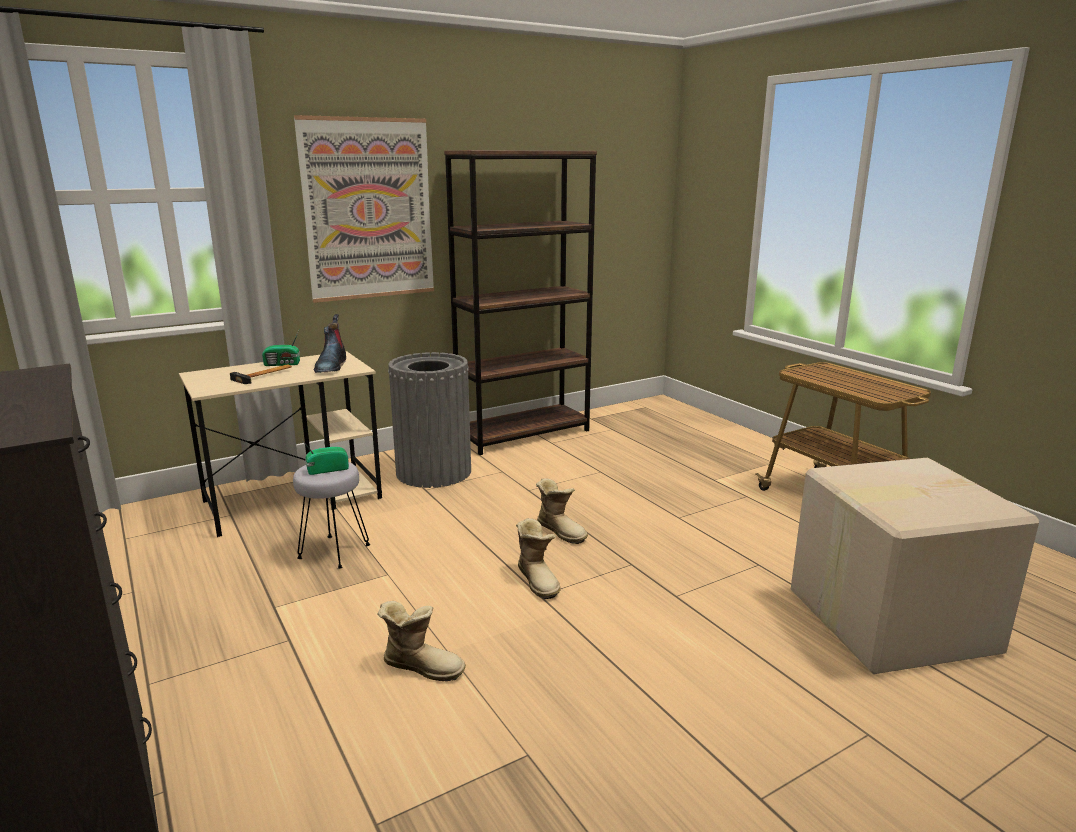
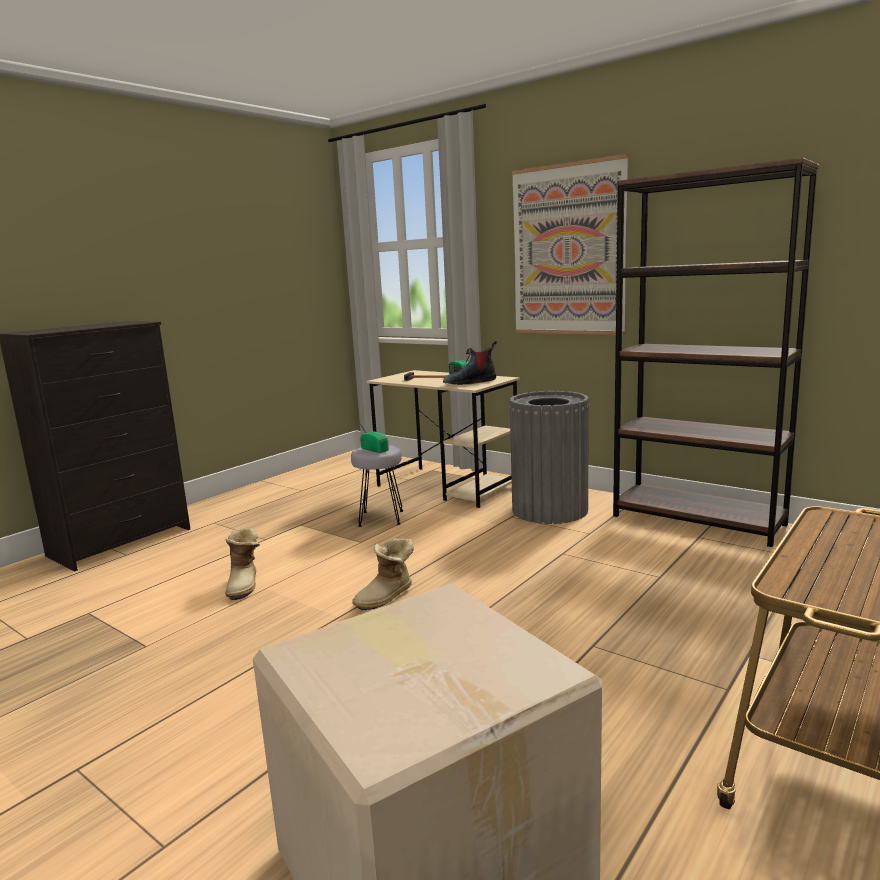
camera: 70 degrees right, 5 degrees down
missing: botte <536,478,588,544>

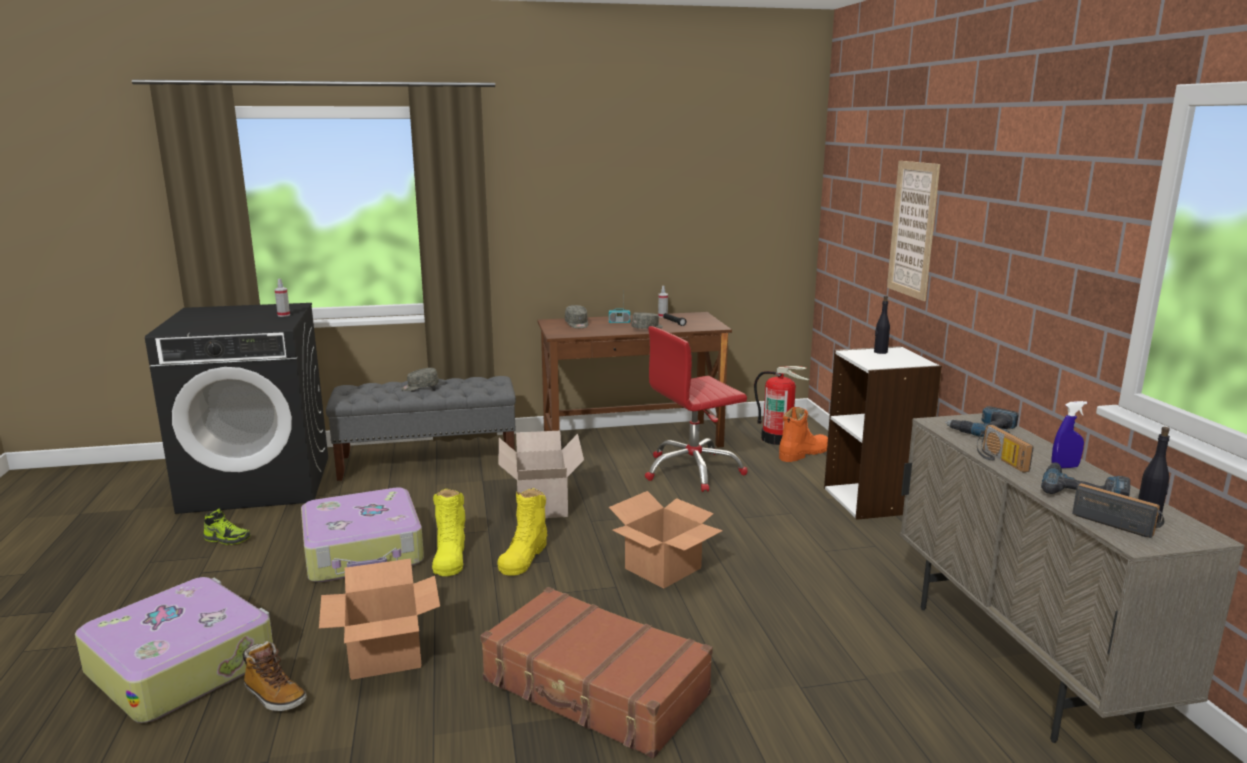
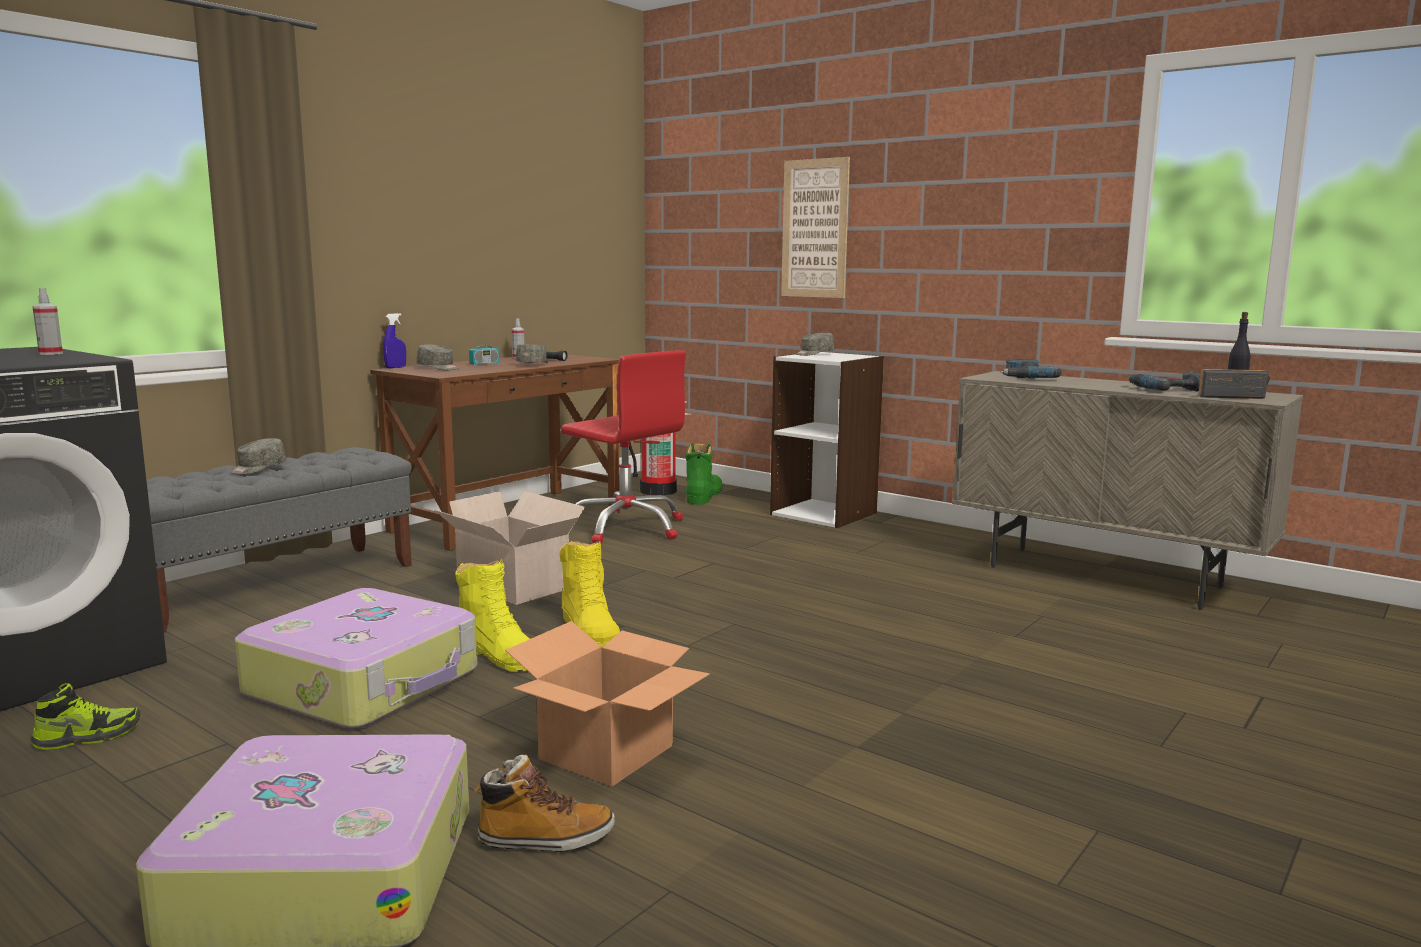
camera: 40 degrees left, 5 degrees down
missing: valise (marron) <480,587,713,758>; carton <609,491,723,588>; radio <977,425,1034,472>
relocated: vaporisateur (bleu) <1052,401,1087,468> to <383,313,406,368>
exchanged: bouteille (noir) <874,296,890,354> to casquette (gris) <795,333,834,356>
colour: botte (orange) <779,407,828,462> to botte (vert) <686,443,723,505>
spun: chaise de bureau (rouge) <645,326,748,492> = <561,350,686,544> 75 degrees counterclockwise

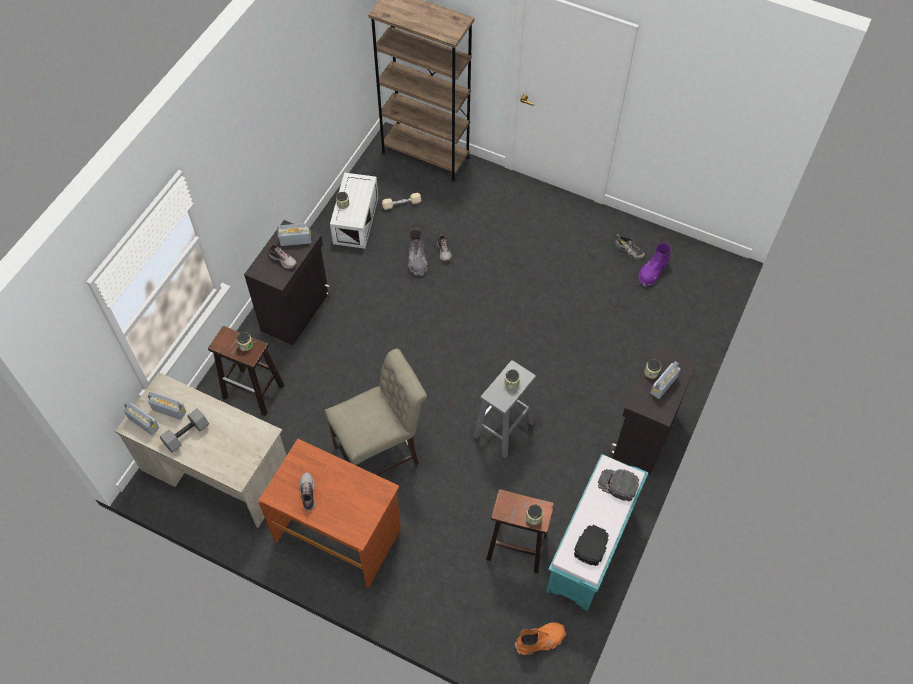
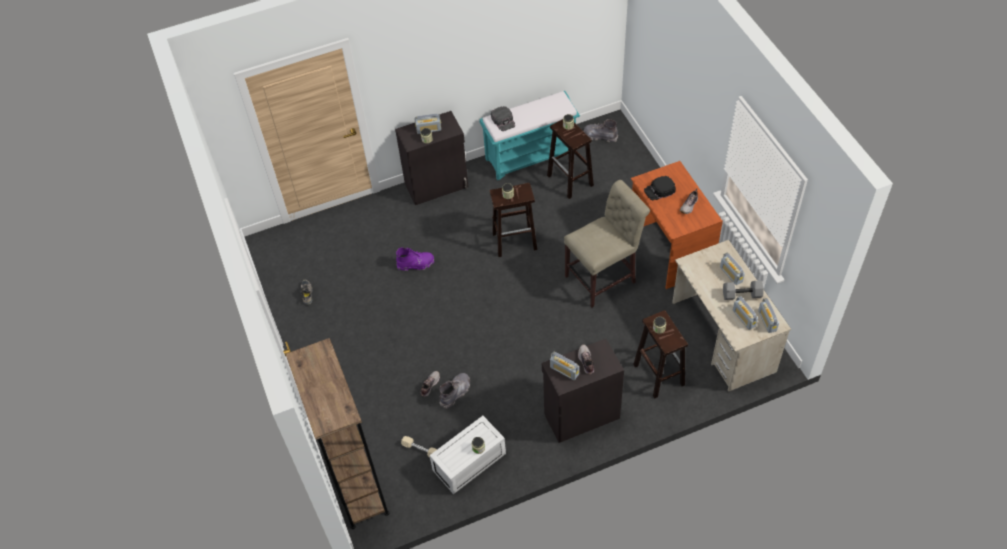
camera: 135 degrees left, 5 degrees down
appeared: radio <720,253,745,285>
relocated: botte (violet) <638,243,672,287> to <396,248,434,271>; casquette (noir) <574,525,609,566> to <644,176,676,201>
colour: tabouret (gris) <473,360,536,459> to tabouret (marron) <489,183,537,257>; botte (orange) <515,622,566,655> to botte (gris) <583,119,618,142>
spun: chaise (beige) <325,349,427,475> = <564,180,650,307> 135 degrees clockwise

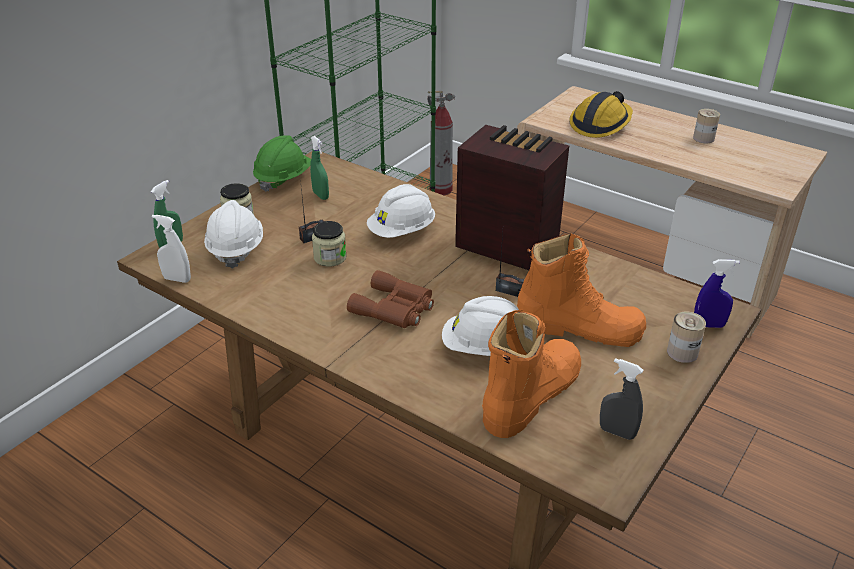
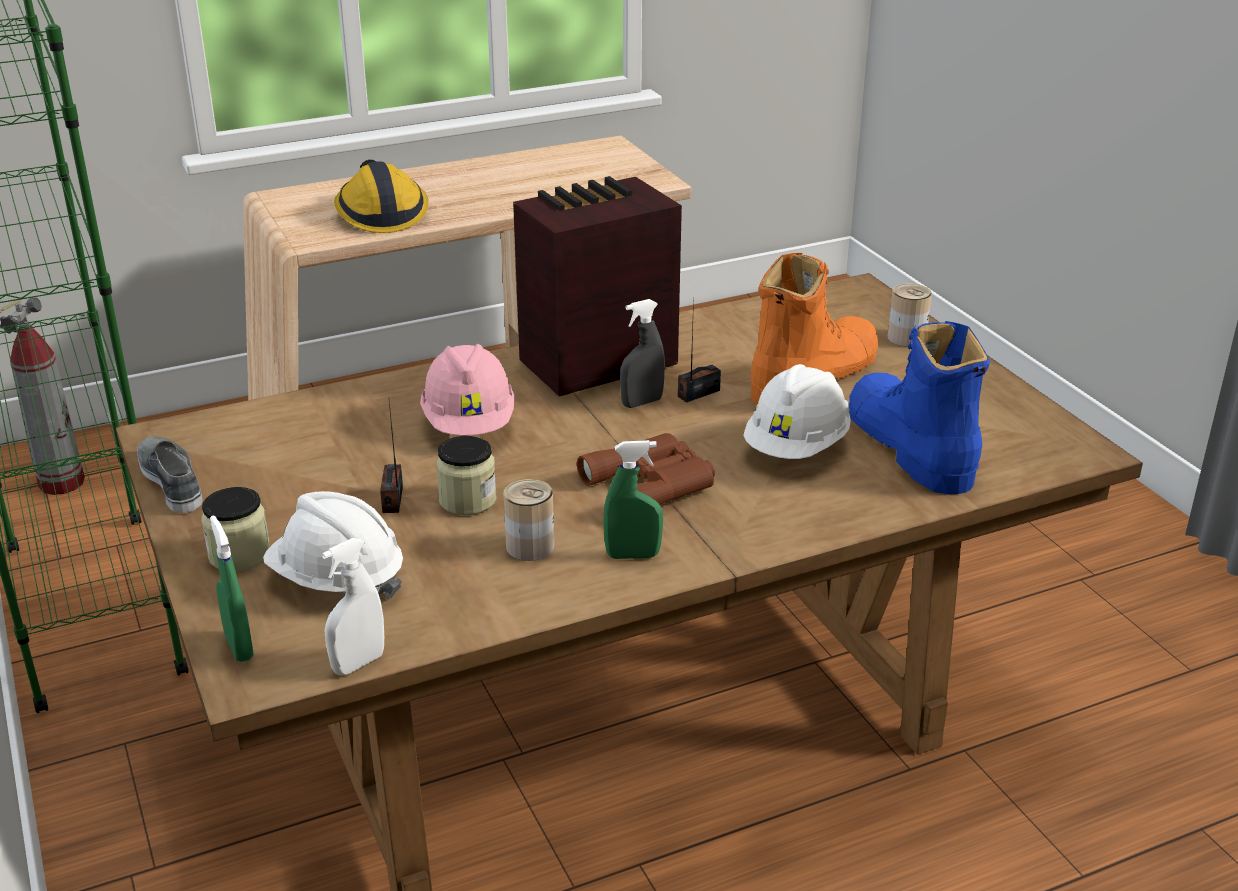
camera: 60 degrees left, 5 degrees down
missing: vaporisateur (bleu) <694,259,740,328>
relocated: boîte métallique <693,109,720,143> to <504,479,554,561>; vaporisateur (vert) <310,136,329,200> to <603,440,663,559>; vaporisateur (gris) <600,358,643,440> to <620,299,665,408>
exchanged: casque de chantier (vert) <253,135,311,192> to chaussure (gris) <137,436,202,513>
colour: casque de chantier (blanc) <367,184,435,238> to casque de chantier (rose) <420,344,515,436>; botte (orange) <482,310,581,438> to botte (bleu) <849,321,990,494>

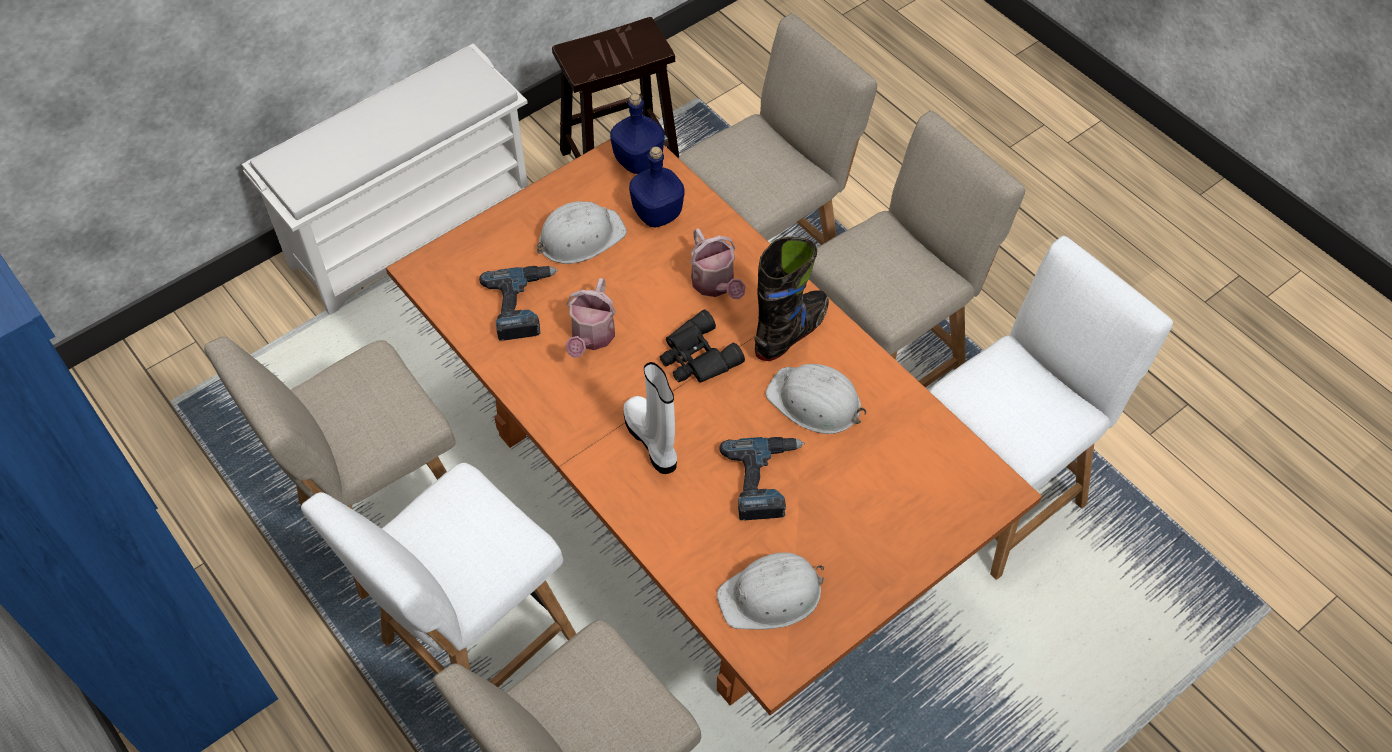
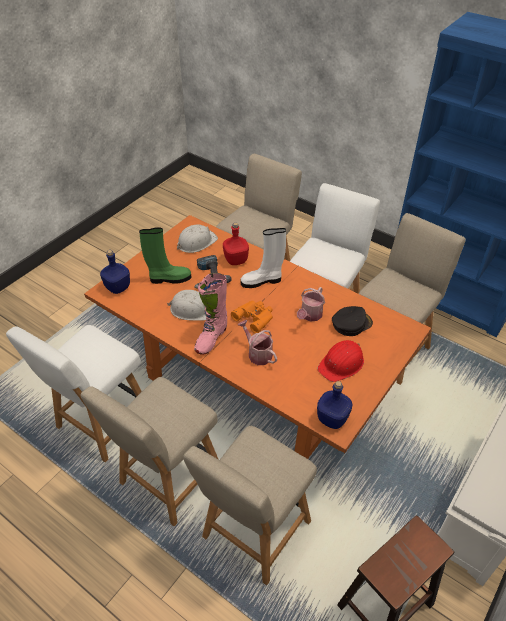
camera: 165 degrees right, 10 degrees down
appeared: botte (vert) <139,227,191,284>; bouteille (rouge) <223,223,249,265>
relocated: bouteille (bleu) <629,147,684,228> to <100,250,130,294>
exchanged: perceuse <479,266,558,341> to casquette (noir) <332,306,373,336>
colour: botte (noir) <755,237,829,361> to botte (rose) <194,273,227,355>; jumelles (noir) <660,310,745,383> to jumelles (orange) <231,301,273,333>; casque de chantier (blanc) <536,201,627,264> to casque de chantier (rouge) <317,340,364,382>
spun: botte (blanc) <623,362,677,474> = <241,228,286,288> 120 degrees clockwise; arrosoir <565,278,616,358> = <297,287,325,322> 150 degrees counterclockwise

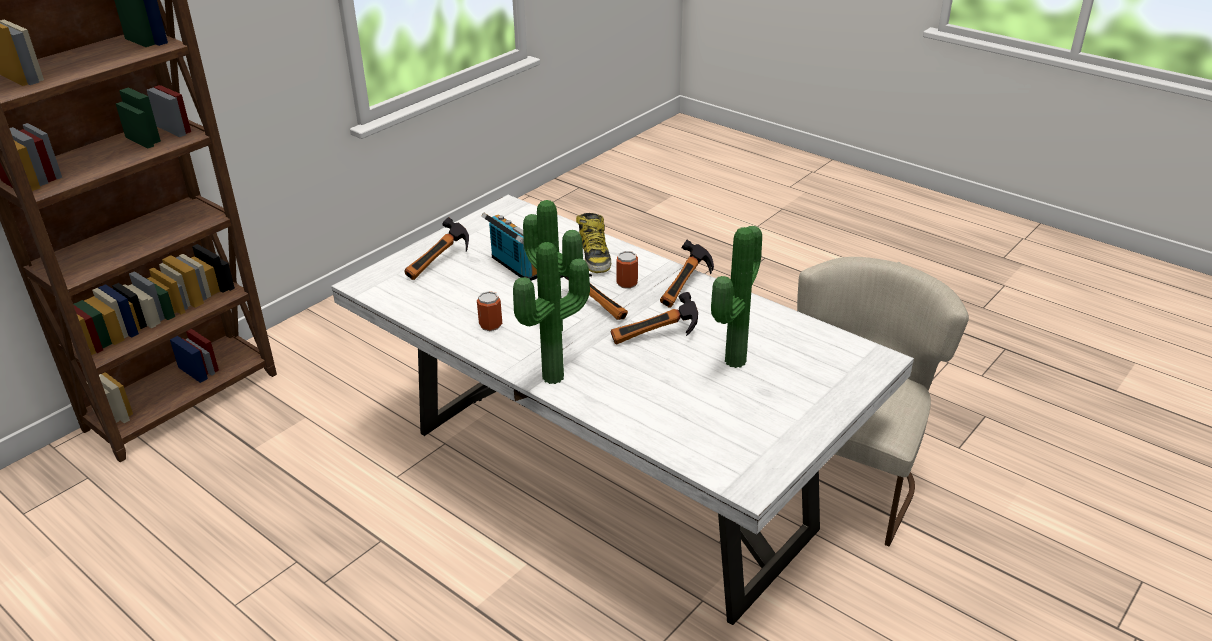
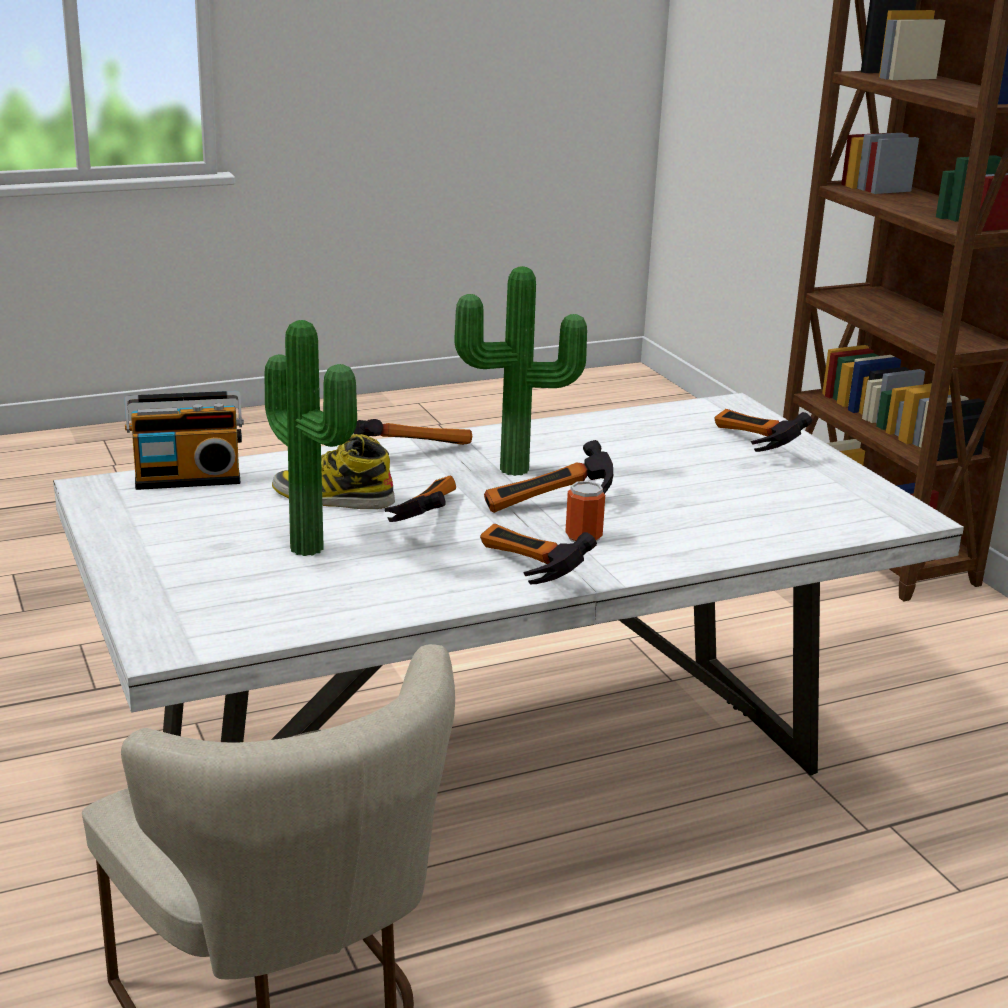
camera: 115 degrees right, 10 degrees down
missing: boîte métallique <477,291,502,331>
relocated: radio <481,212,537,281> to <124,391,244,490>; botte <576,213,611,273> to <272,434,395,509>
exchanged: plante en pot <513,242,590,384> to marteau <354,419,472,445>

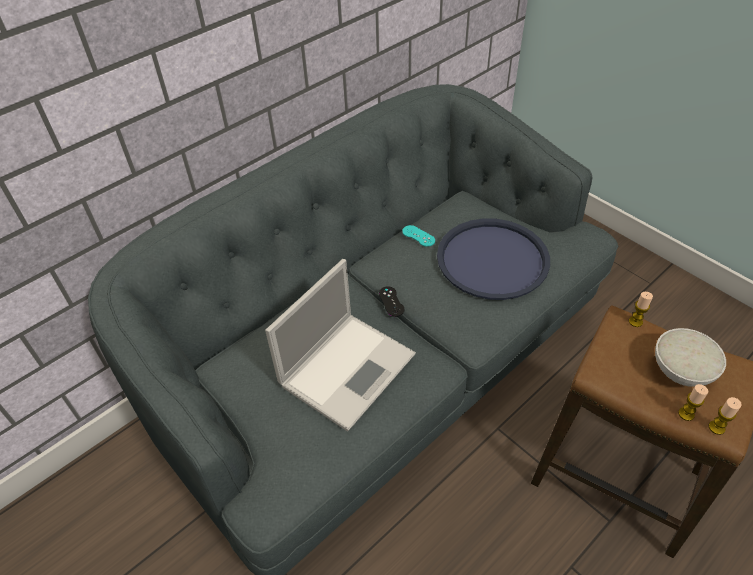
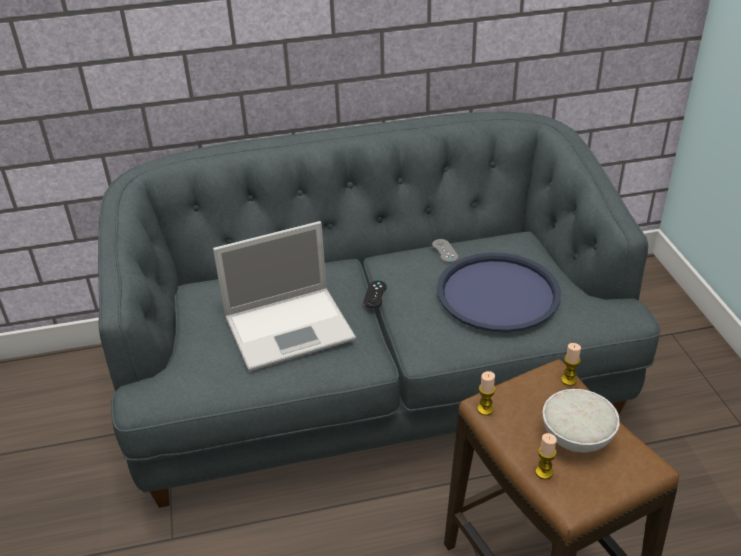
camera: 30 degrees right, 10 degrees down
relocated: bougie <709,397,742,435> to <477,371,496,416>
colour: manette (turquoise) <402,225,435,247> to manette (gris) <432,239,458,263>

